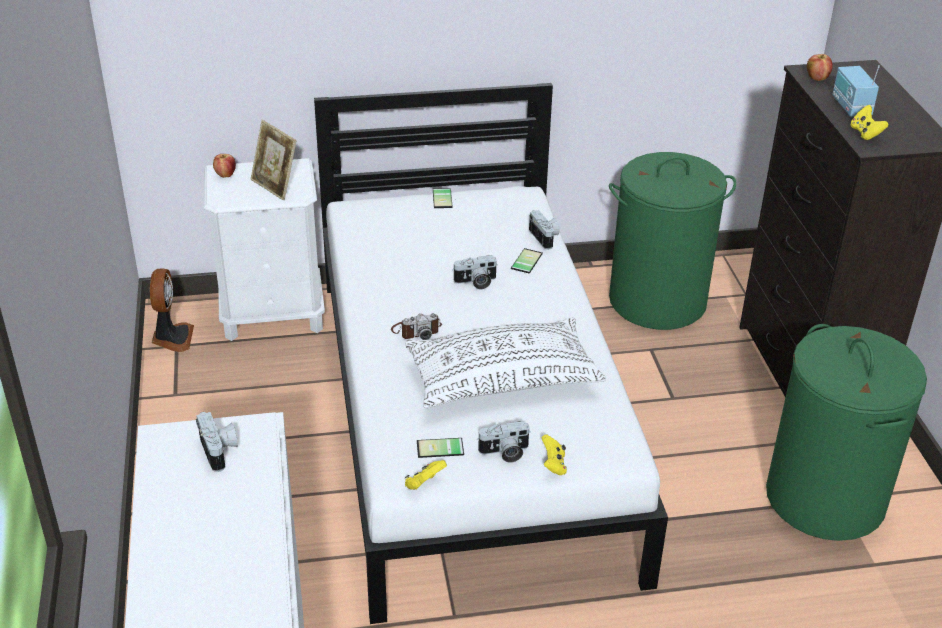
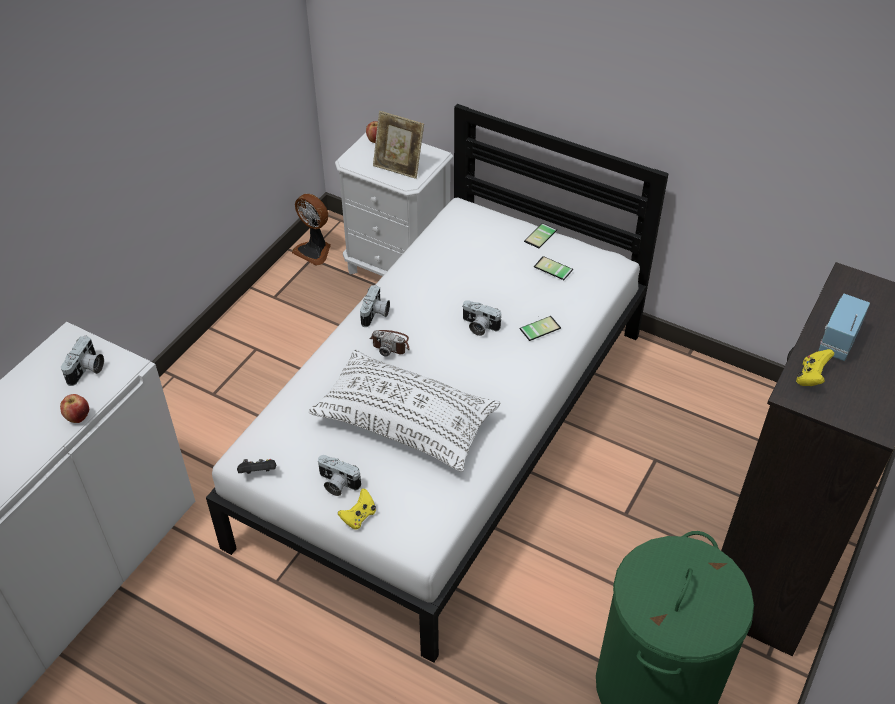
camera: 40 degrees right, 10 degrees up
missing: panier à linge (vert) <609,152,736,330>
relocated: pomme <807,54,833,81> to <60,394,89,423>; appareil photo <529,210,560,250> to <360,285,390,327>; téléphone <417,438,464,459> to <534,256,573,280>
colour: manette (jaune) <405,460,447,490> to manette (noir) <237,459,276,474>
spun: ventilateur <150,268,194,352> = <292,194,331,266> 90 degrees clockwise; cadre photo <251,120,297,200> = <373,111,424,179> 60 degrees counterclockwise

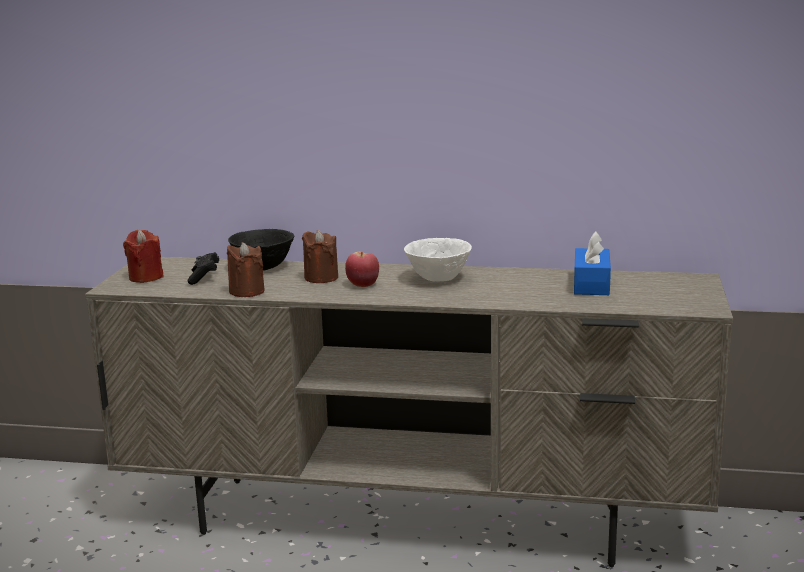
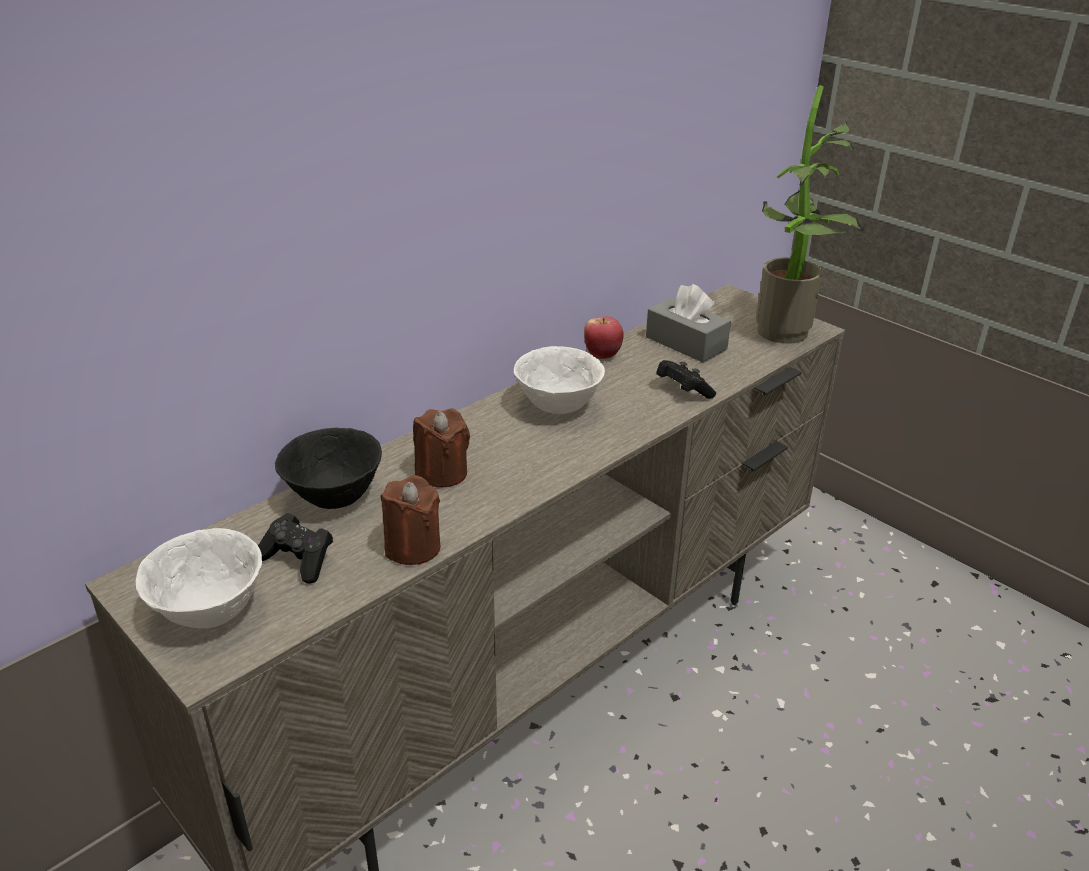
camera: 55 degrees left, 15 degrees up
appeared: manette (noir) <656,360,716,399>; plante en pot <756,85,864,344>
relocated: pomme <345,252,379,287> to <584,316,624,359>
exchanged: bougie (rouge) <123,230,164,283> to bol (blanc) <136,528,262,628>
colour: boîte à mouchoirs (bleu) <574,231,611,295> to boîte à mouchoirs (gris) <646,284,731,363>

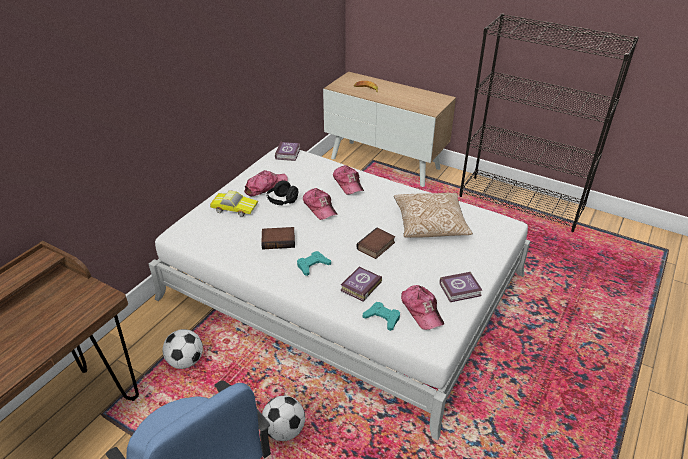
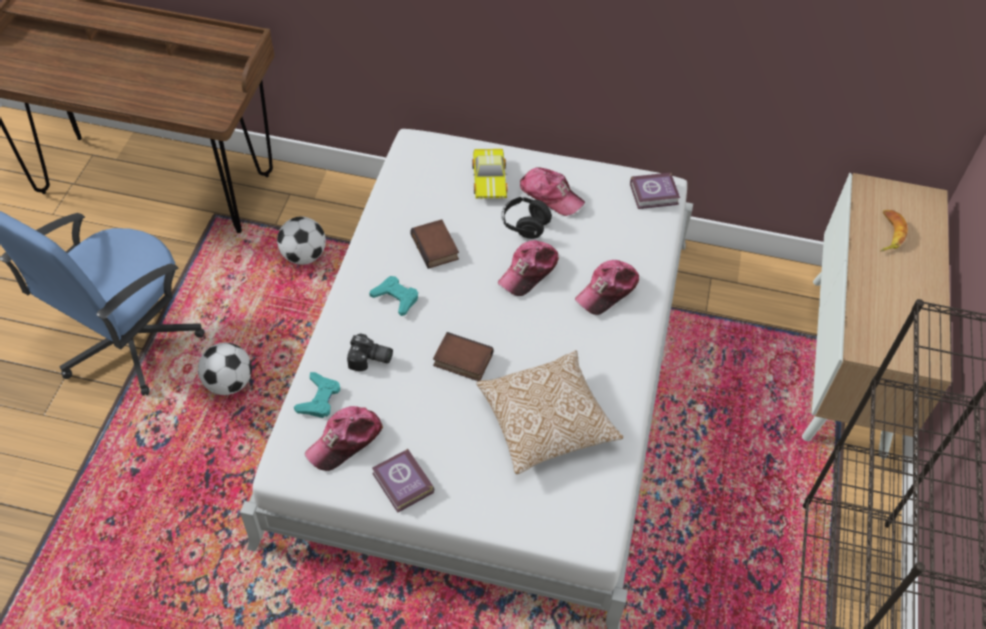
camera: 70 degrees right, 15 degrees up
exchanged: livre <340,267,382,302> to appareil photo <347,333,393,371>

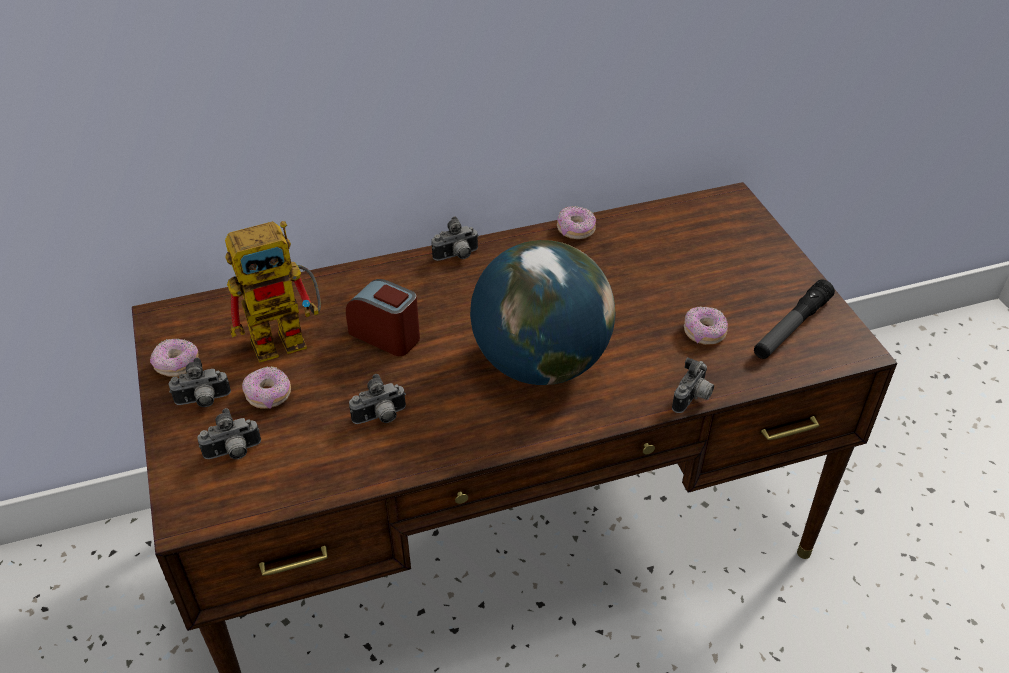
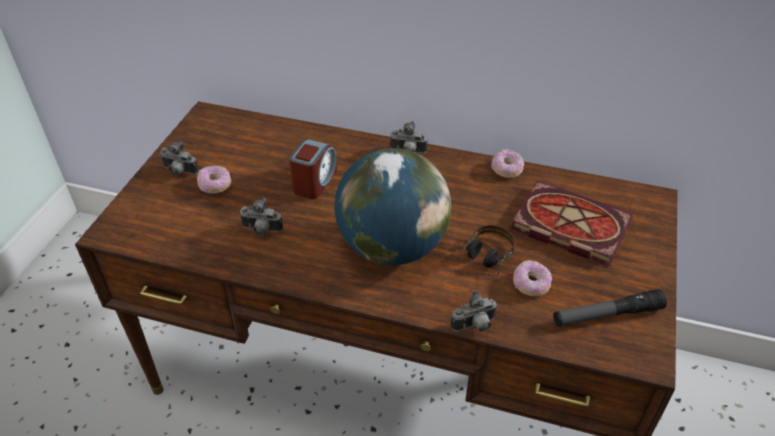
camera: 35 degrees right, 0 degrees up
missing: beignet <150,339,199,377>; appareil photo <197,408,261,459>; robot jouet <225,221,321,363>
appeared: casque audio <466,225,515,276>; livre <510,180,634,266>
spun: réveil <346,279,420,356> = <289,139,337,199> 45 degrees clockwise

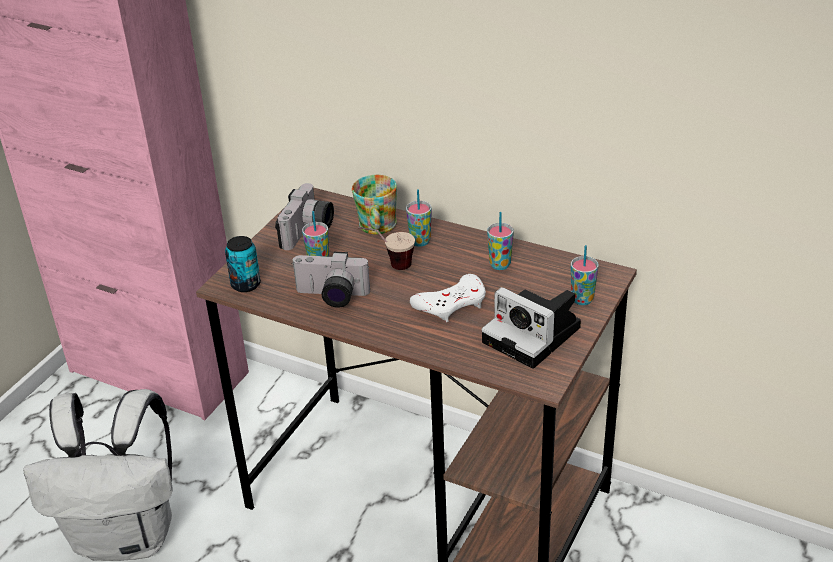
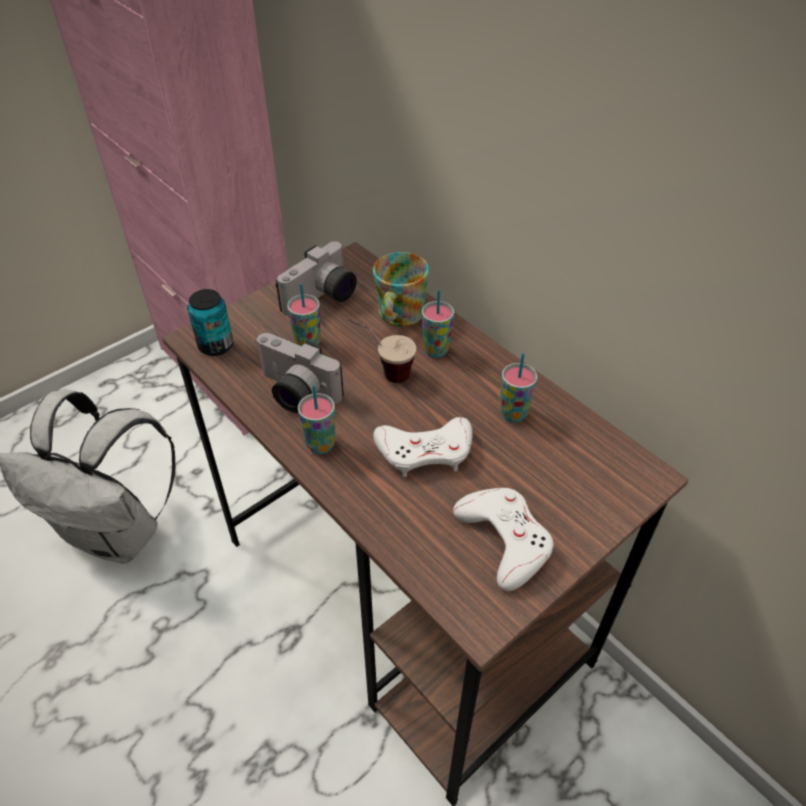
camera: 20 degrees right, 10 degrees up
relocated: tasse <571,245,599,305> to <298,385,335,454>
exchanged: appareil photo <481,287,581,369> to manette (blanc) <453,488,554,591>

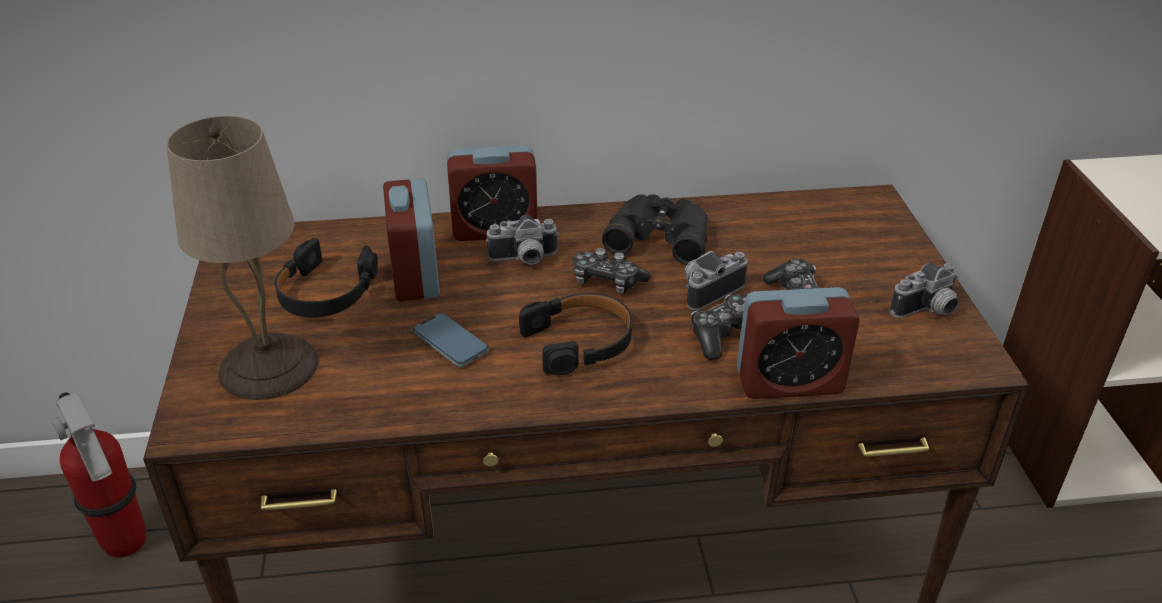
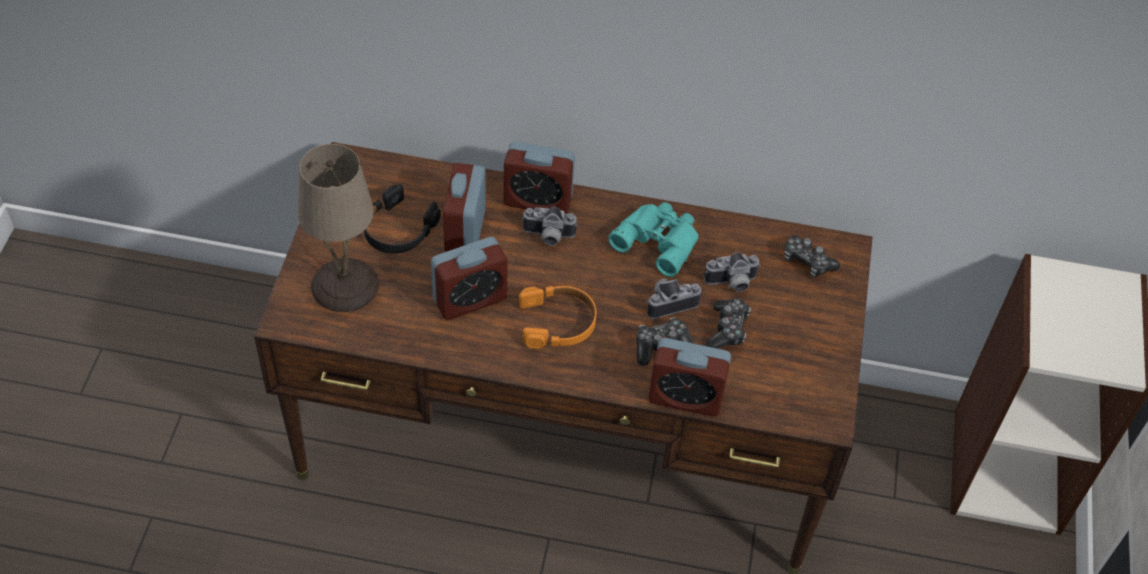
camera: 15 degrees right, 15 degrees up
missing: extincteur <51,393,146,558>
relocated: appareil photo <890,263,959,318> to <704,252,761,292>; manette <573,248,650,294> to <784,235,840,278>
exchanged: téléphone <413,313,489,367> to réveil <431,237,508,320>
colour: casque audio (noir) <519,293,632,375> to casque audio (orange) <519,286,596,349>; jumelles (noir) <602,194,708,265> to jumelles (turquoise) <608,202,699,277>

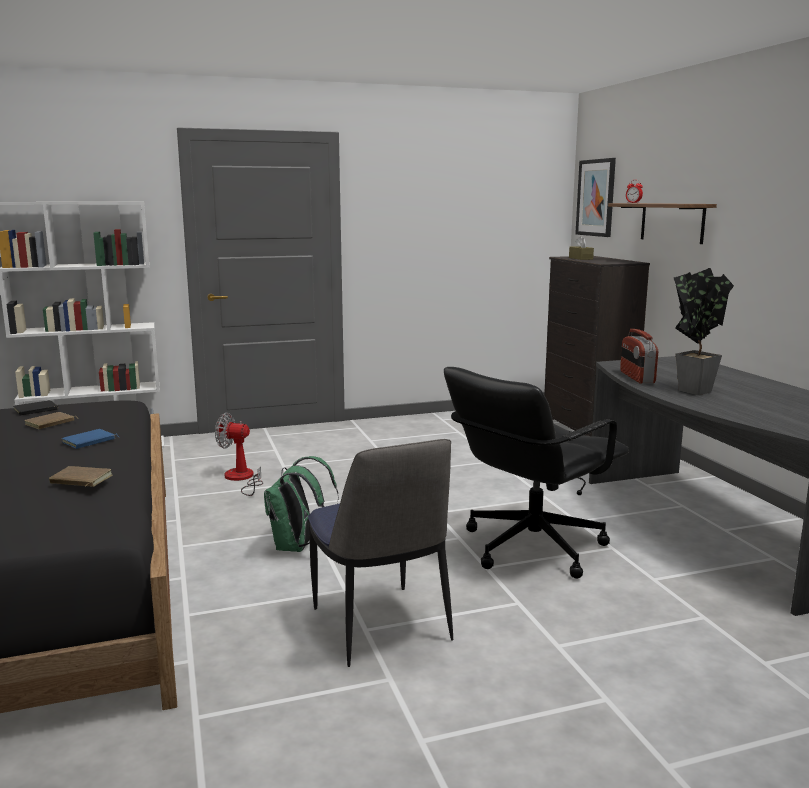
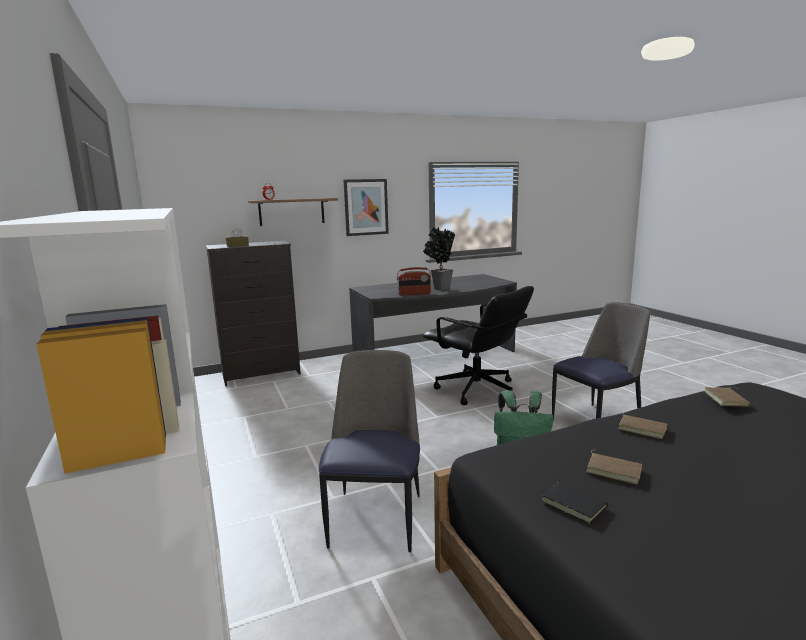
camera: 95 degrees left, 0 degrees up
relocated: tableau <575,158,616,237> to <343,179,389,236>
exchanged: ventilateur <215,413,263,496> to chaise <318,350,420,552>
colour: livre (bleu) <62,429,119,449> to livre (marron) <618,412,667,439>

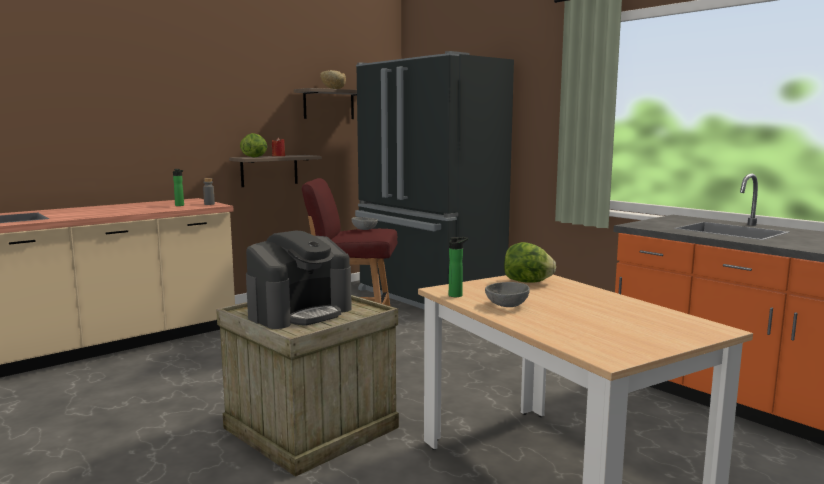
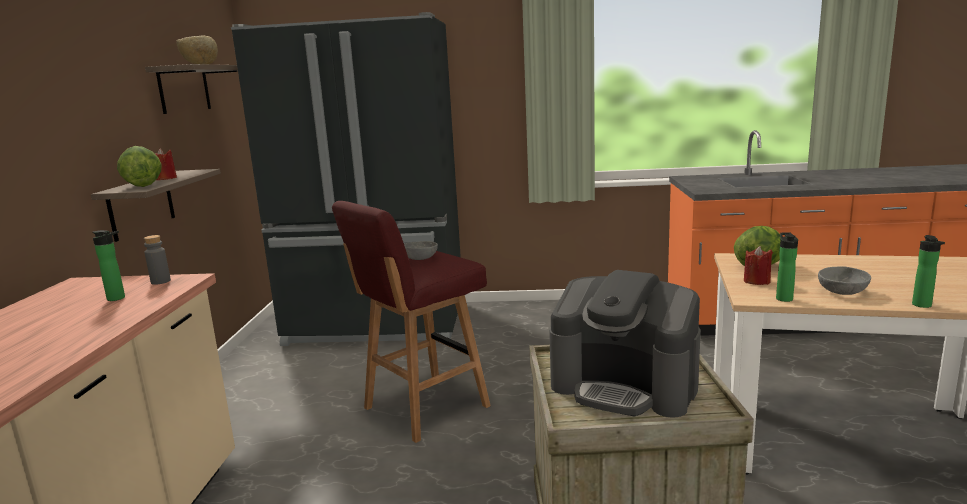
camera: 45 degrees left, 5 degrees up
appeared: bougie (rouge) <744,246,773,285>; bouteille <912,235,945,308>
spun: machine à café <246,230,352,329> = <549,270,701,418> 120 degrees clockwise

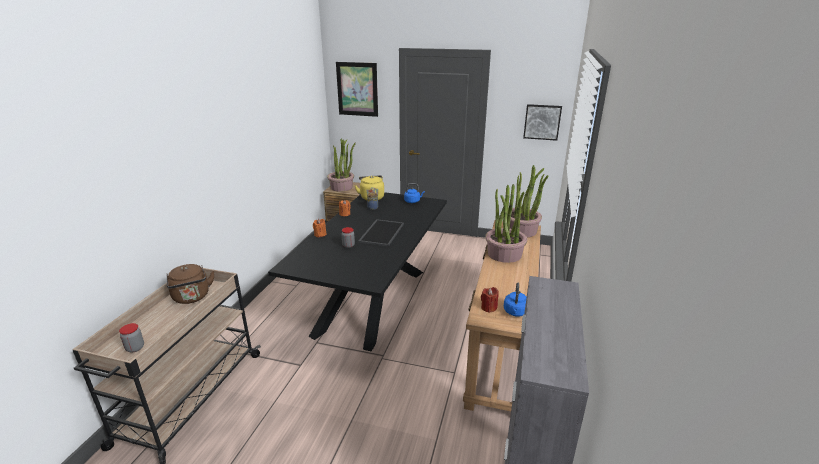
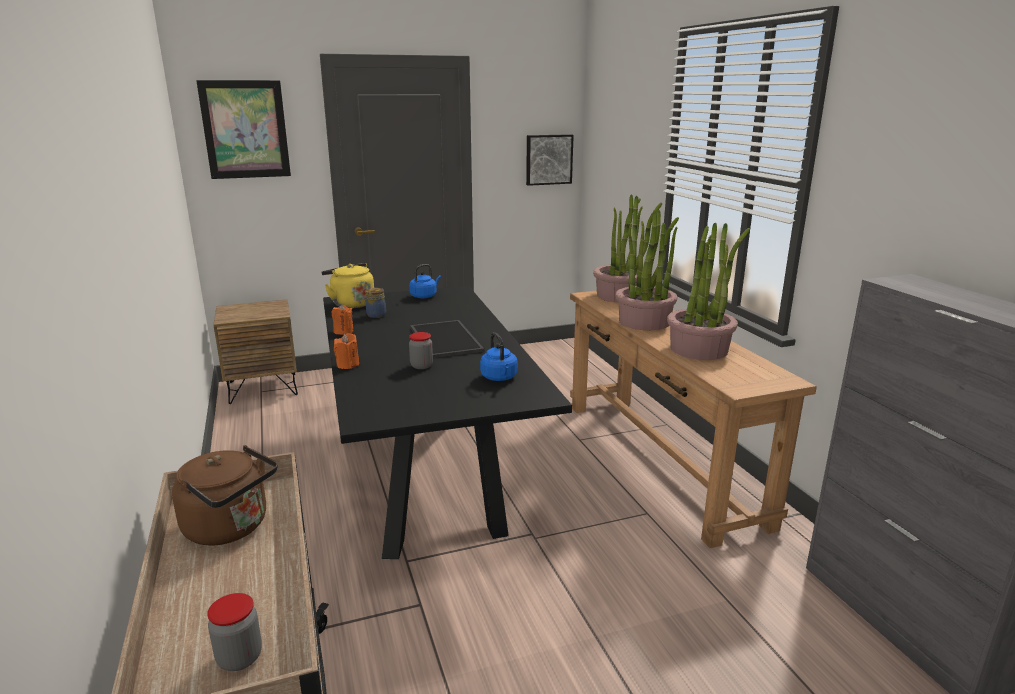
camera: 35 degrees left, 5 degrees down
missing: bougie (rouge) <481,287,499,313>
relocated: bouilloire (bleu) <504,283,527,317> to <480,332,517,381>; plante en pot <327,139,356,191> to <667,223,750,360>

